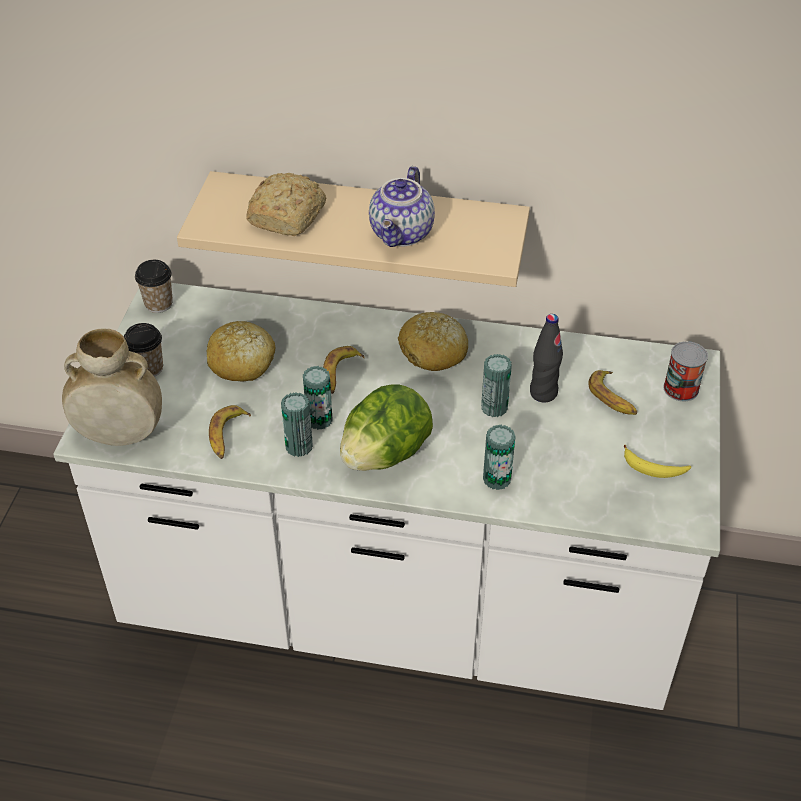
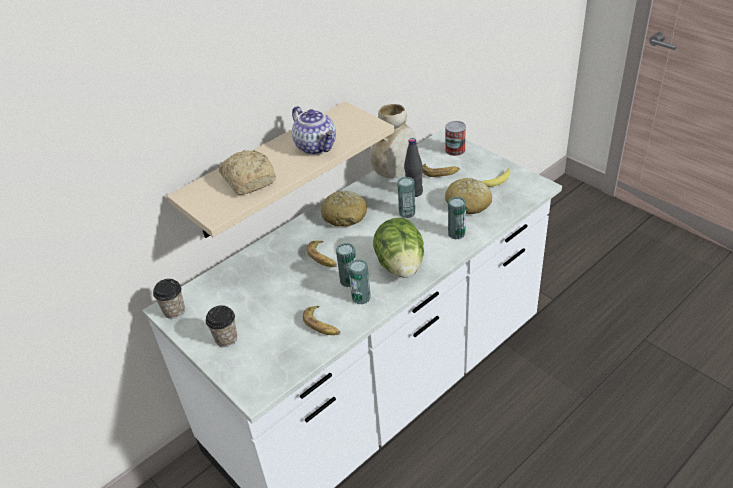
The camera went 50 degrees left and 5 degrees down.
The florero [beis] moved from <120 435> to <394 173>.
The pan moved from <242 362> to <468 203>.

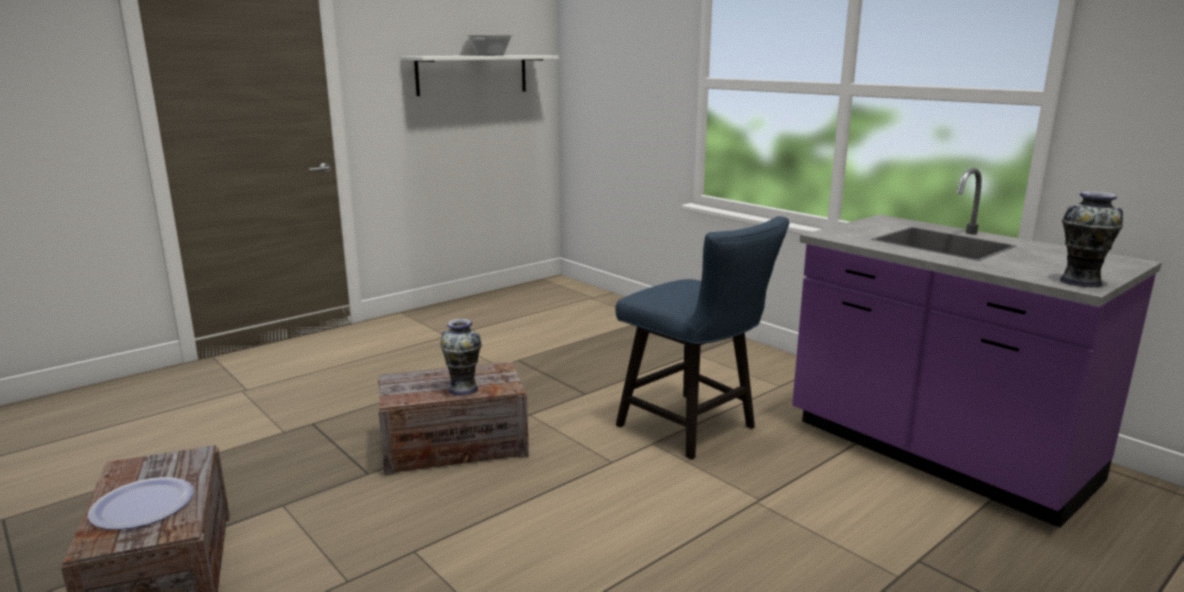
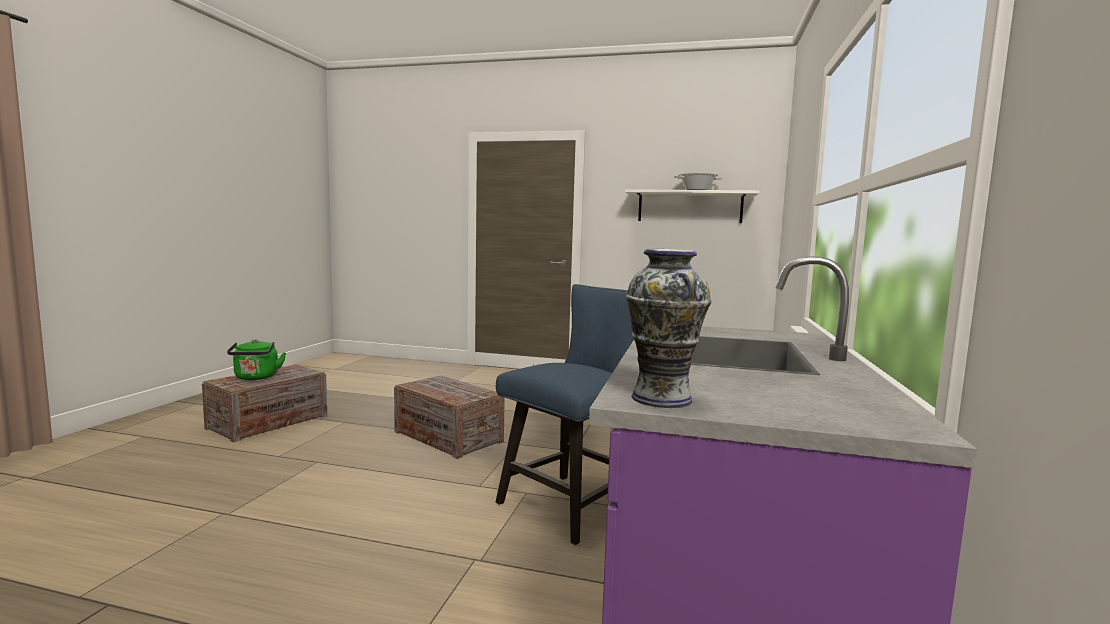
The camera went 55 degrees right and 10 degrees down.
The plato at <142 505> was replaced by the hervidor [verde] at <256 378>.
The florero at <463 389> disappeared.
The silla [azul] at <694 429> turned 150 degrees counterclockwise.

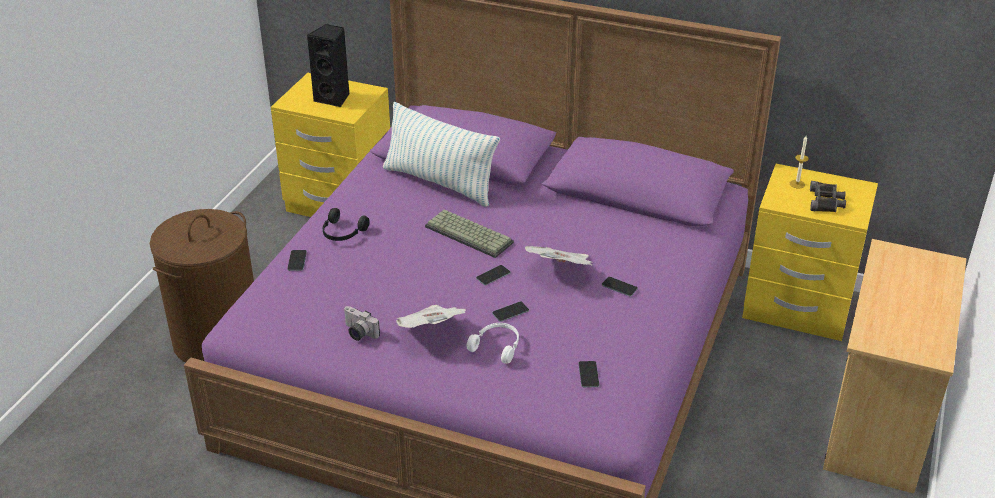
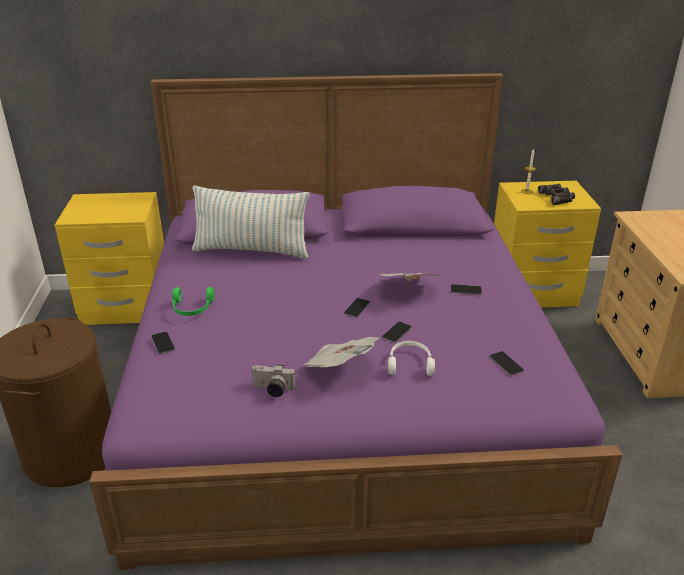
The camera went 25 degrees left and 5 degrees down.
The altavoz [negro] at <334 98> disappeared.
The auriculares [negro] at <342 233> became the auriculares [verde] at <192 308>.
The teclado at <470 234> disappeared.

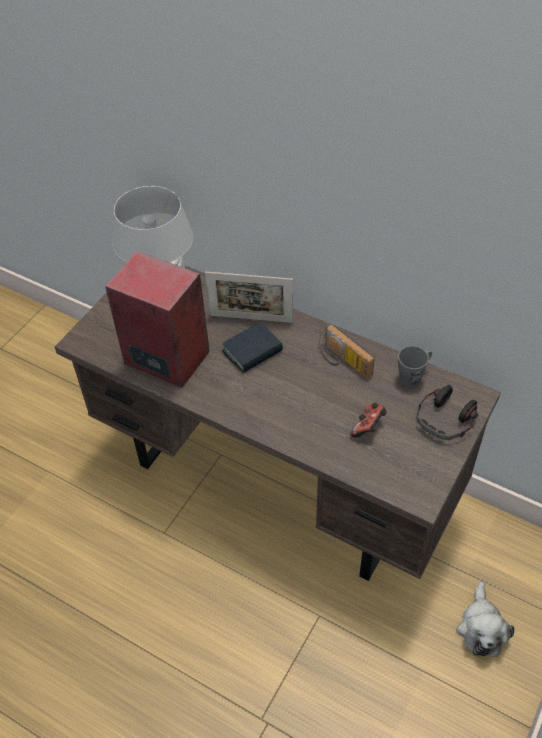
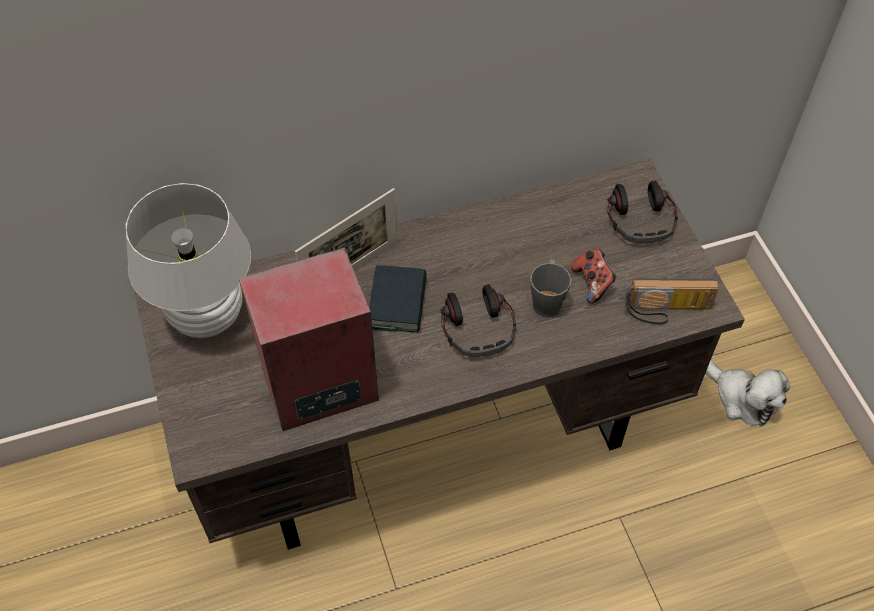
The camera went 50 degrees left and 5 degrees up.
The radio moved from <342 362> to <667 311>.
The taza grande [gris] moved from <413 376> to <547 300>.
The auriculares at <478 328> appeared.

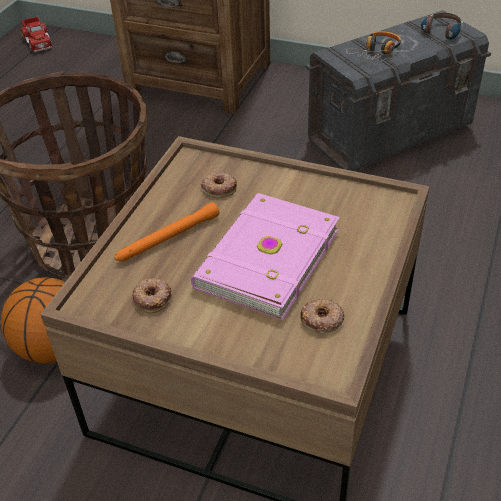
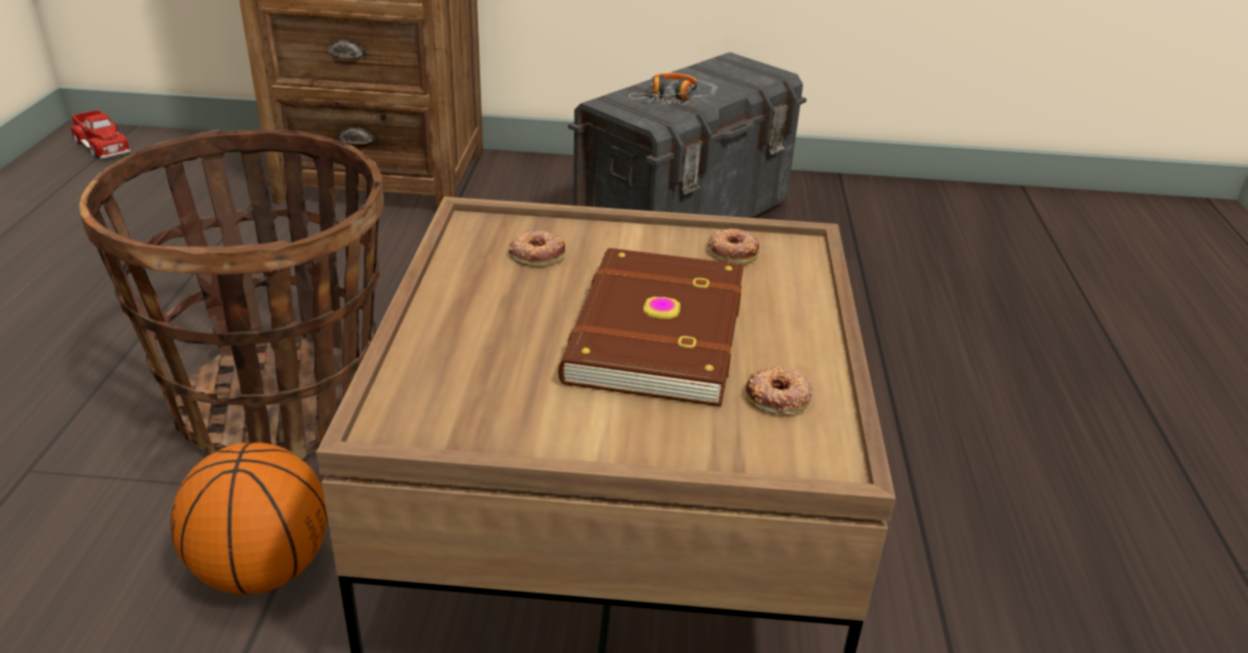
The camera went 20 degrees left and 10 degrees down.
The linterna [naranja] at <167 238> disappeared.
The rosquilla moved from <153 298> to <733 252>.
The libro [rosa] at <265 258> became the libro [marrón] at <652 332>.
The auriculares at <439 34> disappeared.

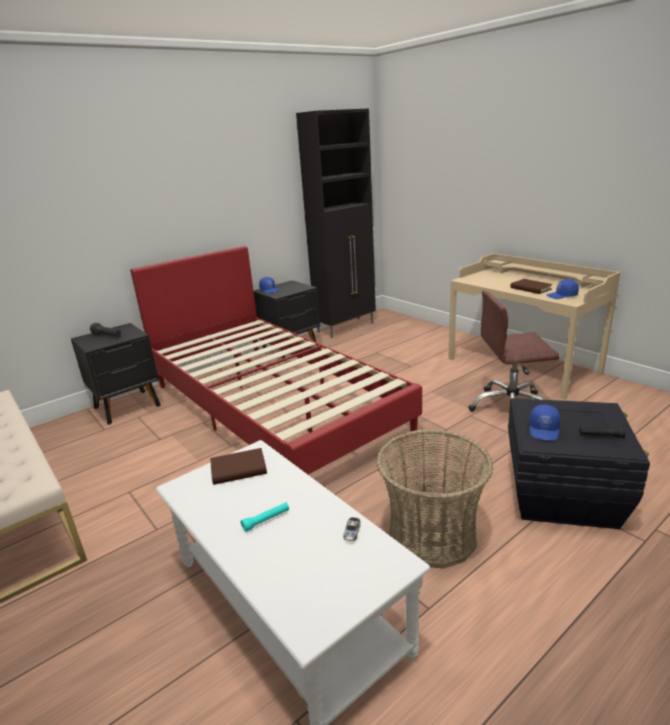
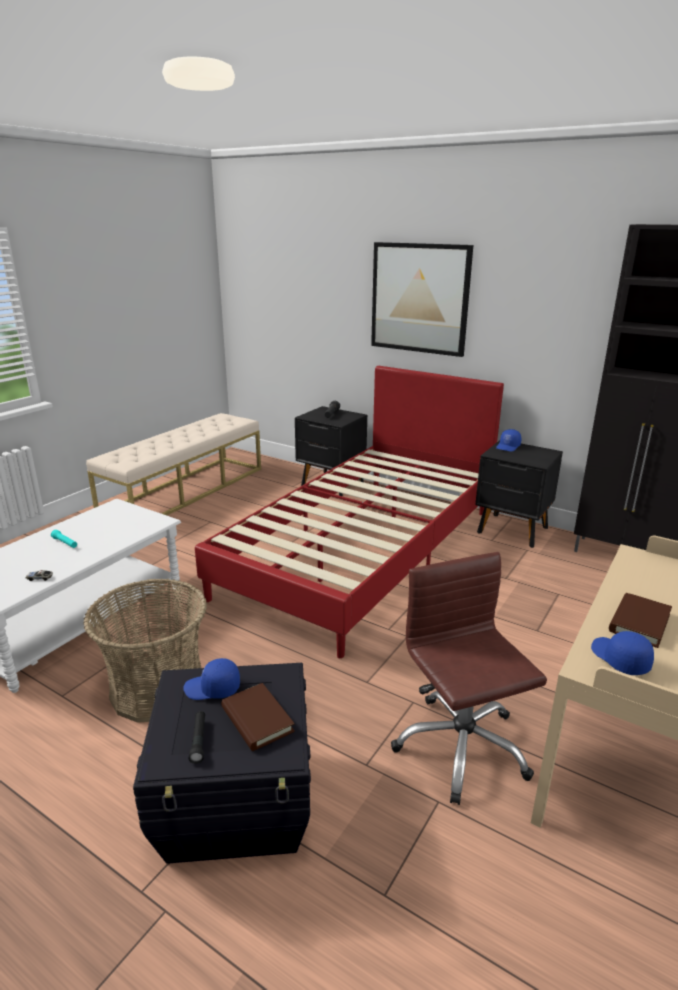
The camera went 70 degrees right and 0 degrees up.
The libro [marrón] moved from <238 469> to <257 719>.
The cuadro at <420 298> appeared.

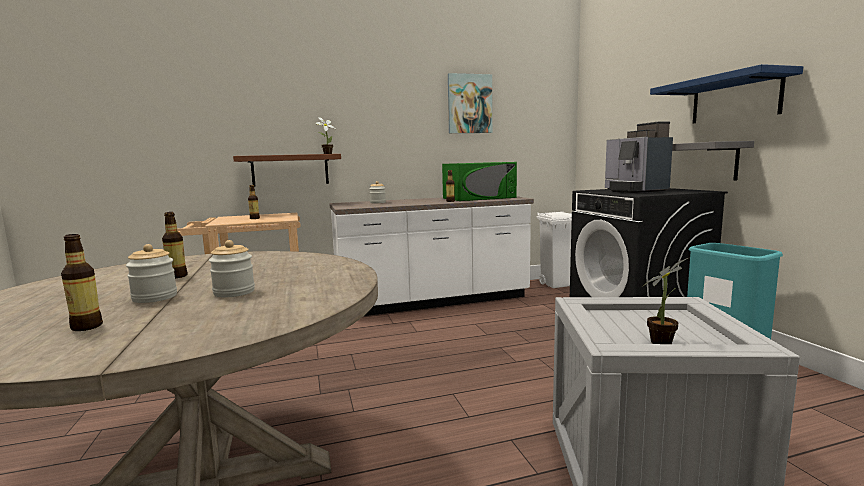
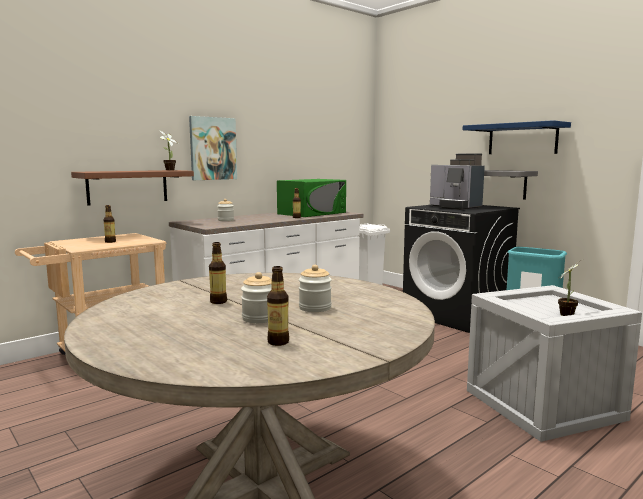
The camera went 25 degrees left and 0 degrees up.
The cuadro moved from <469 104> to <213 148>.

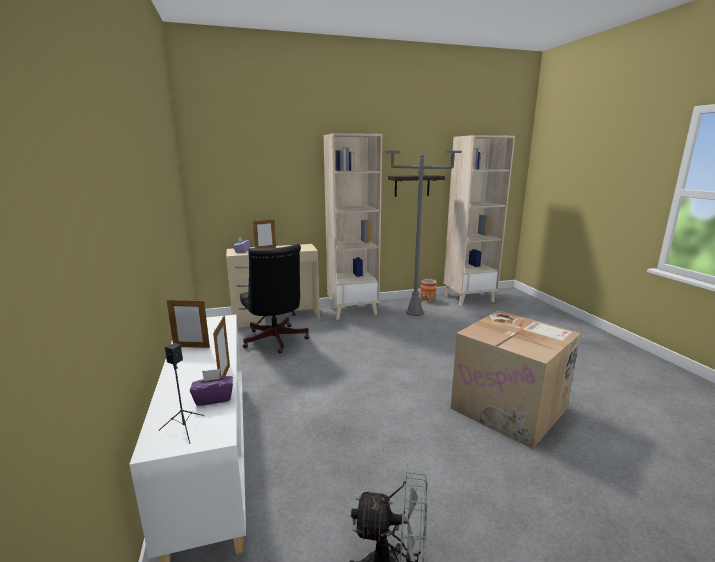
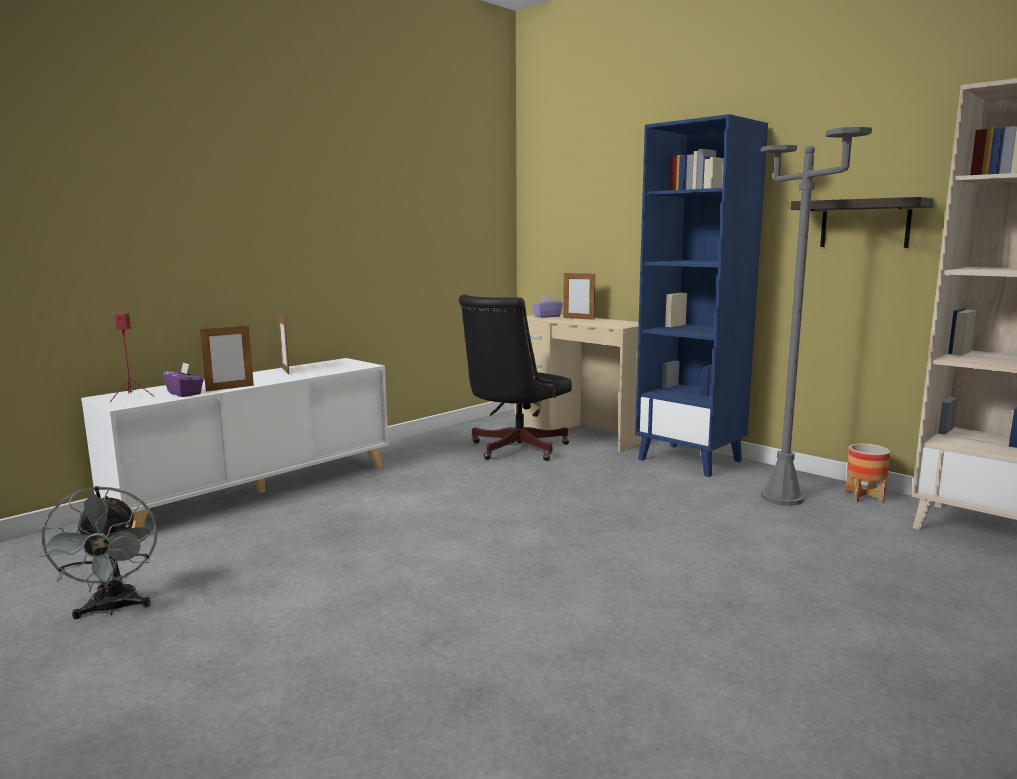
The camera went 60 degrees right and 5 degrees down.
The altavoz [negro] at <184 429> became the altavoz [rojo] at <131 397>.
The estantería [beis] at <352 311> became the estantería [azul] at <690 460>.
The caja de cartón at <510 408> disappeared.

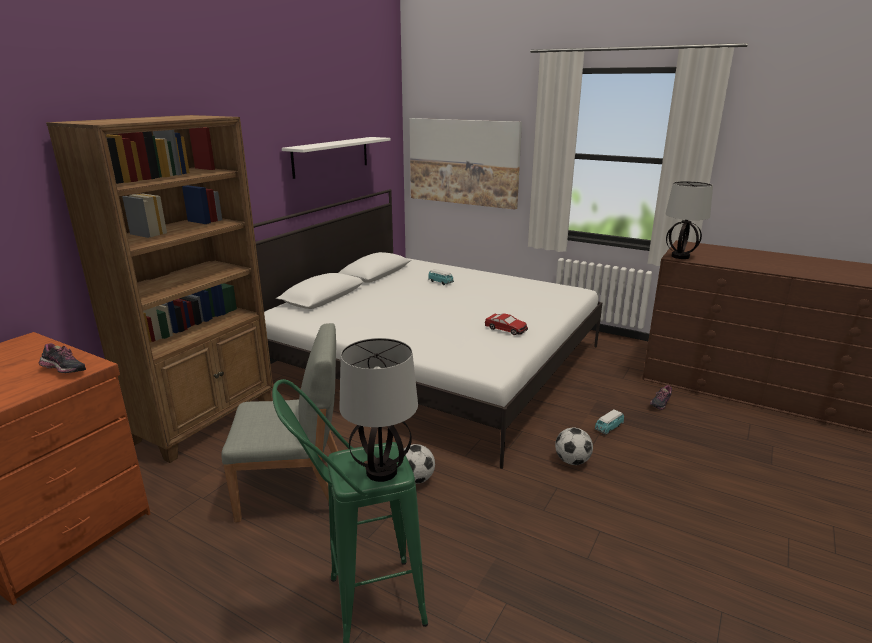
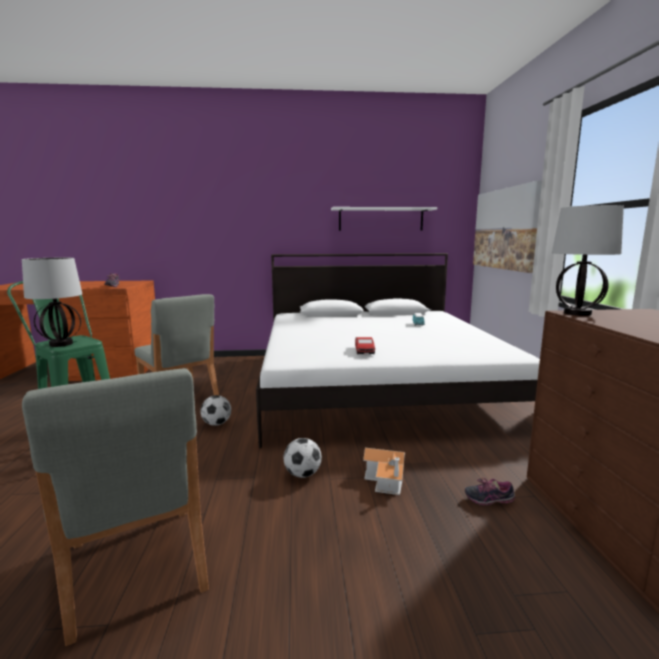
The camera went 55 degrees right and 10 degrees down.
The estantería [marrón] at <206 421> disappeared.
The coche de juguete at <608 428> was replaced by the casita at <386 480>.
The silla [gris] at <135 568> appeared.

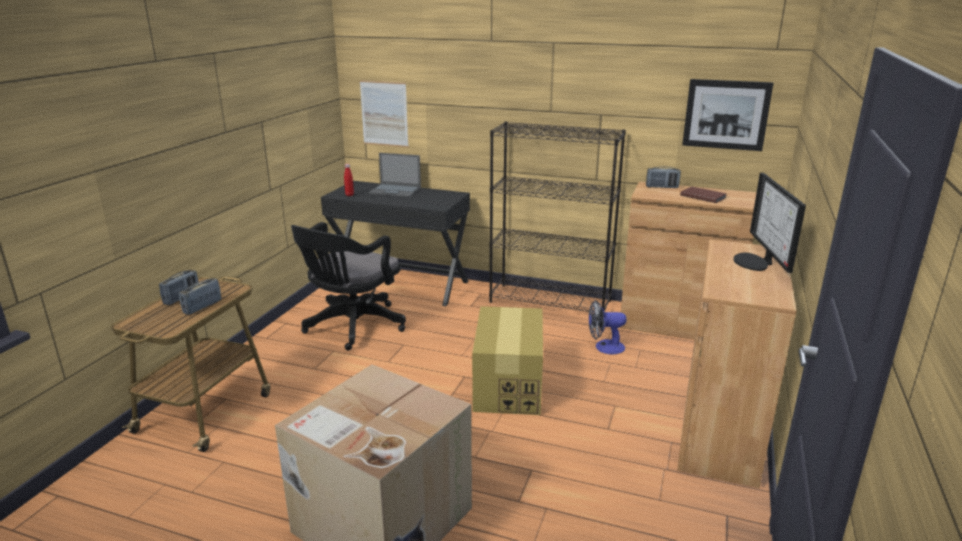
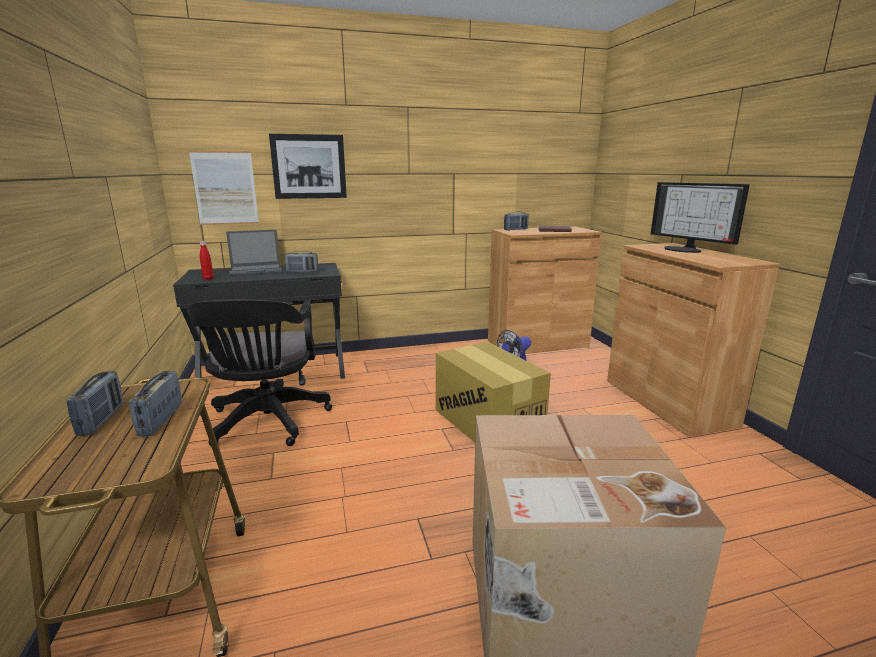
The camera went 35 degrees left and 5 degrees down.
The estantería [negro] at <551 301> disappeared.
The cuadro moved from <726 114> to <309 166>.
The radio at <302 271> appeared.

